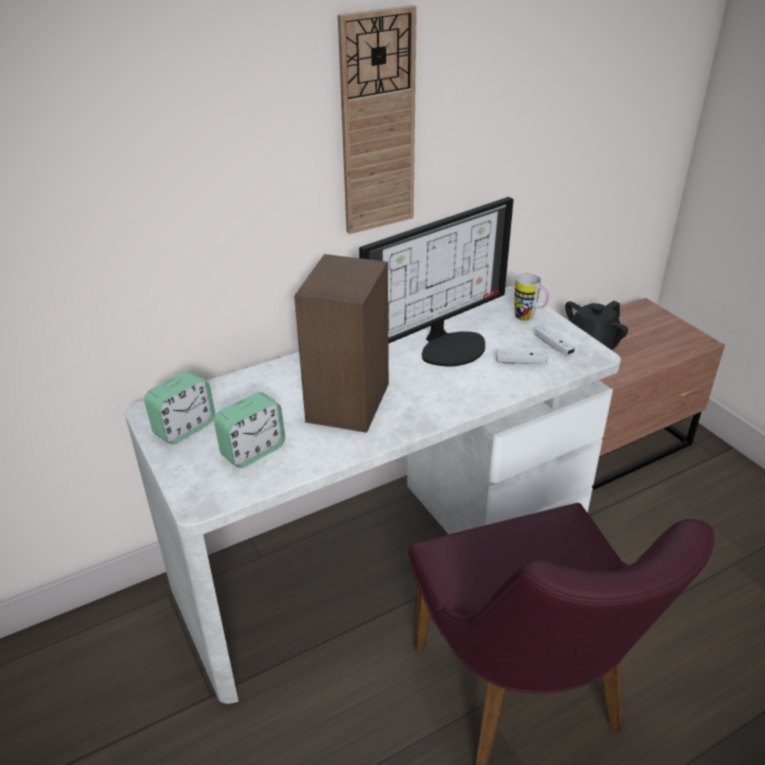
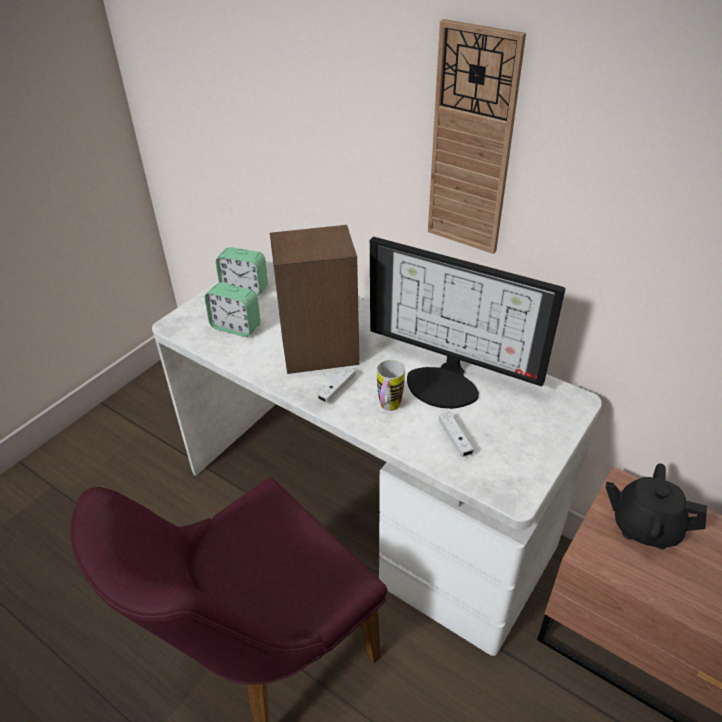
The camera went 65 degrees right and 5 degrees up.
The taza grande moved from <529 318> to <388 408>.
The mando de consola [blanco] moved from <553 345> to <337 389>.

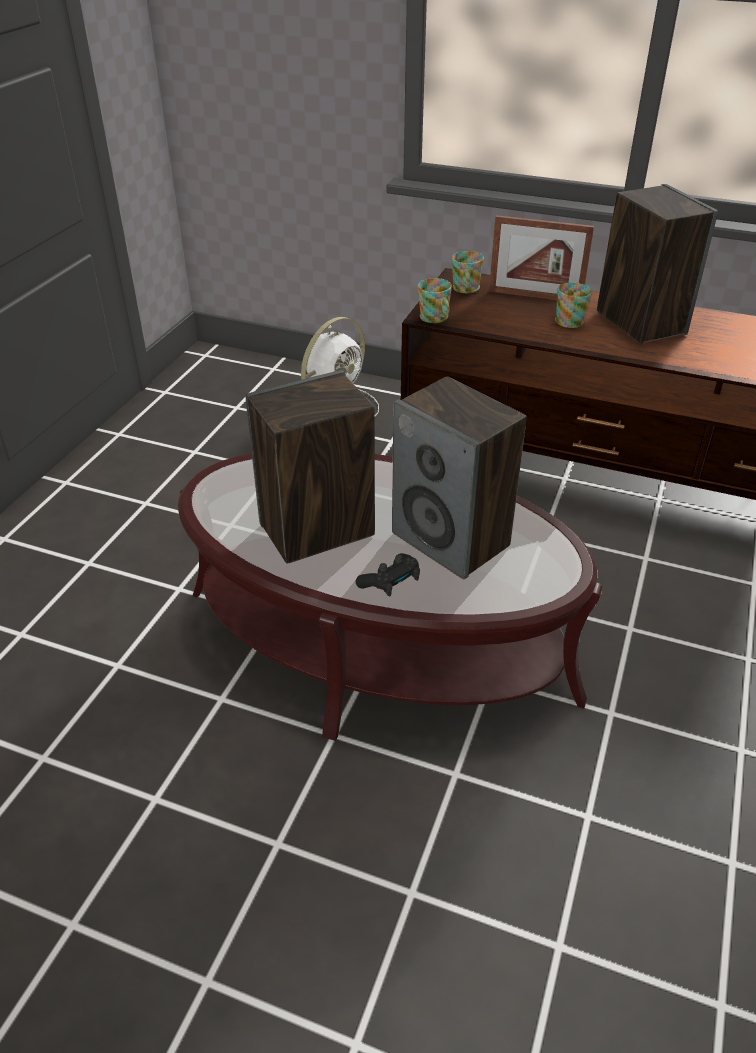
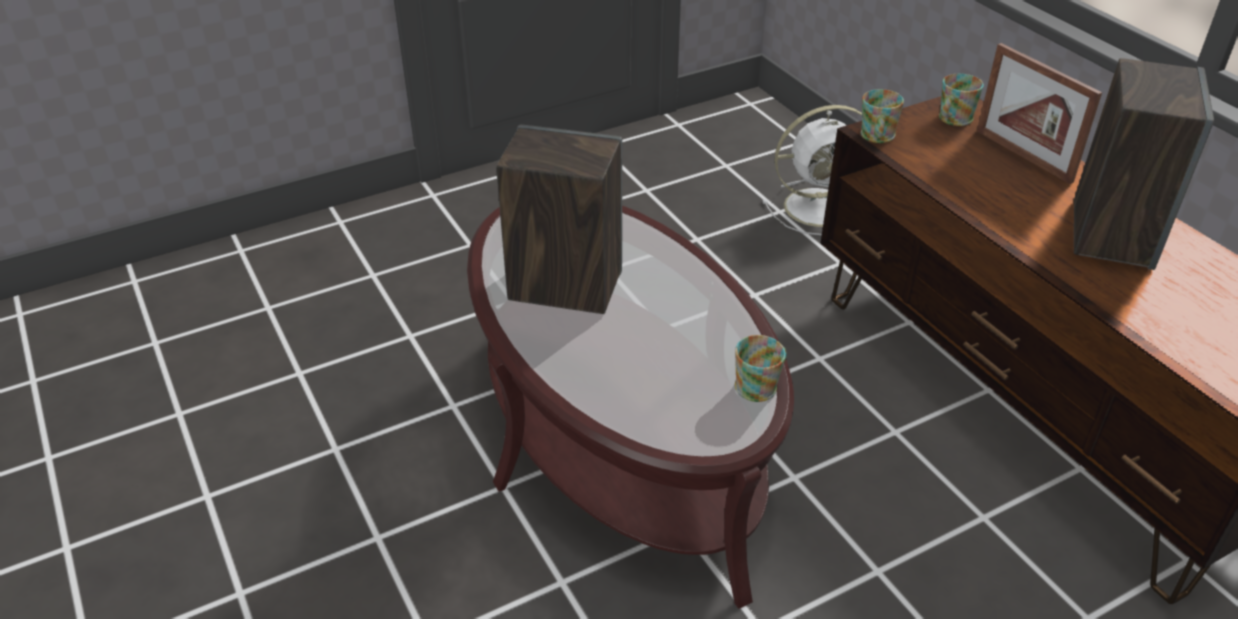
The camera went 40 degrees right and 0 degrees up.
The mando de consola [negro] at <390 583> disappeared.
The altavoz at <452 540> disappeared.
The taza grande moved from <570 319> to <761 385>.

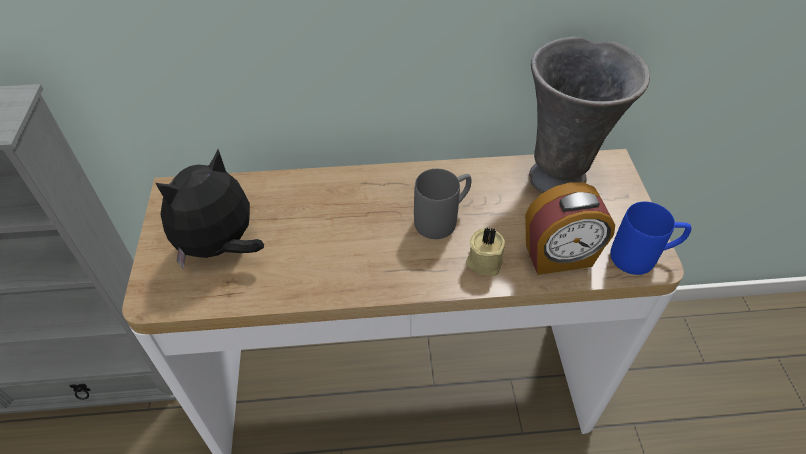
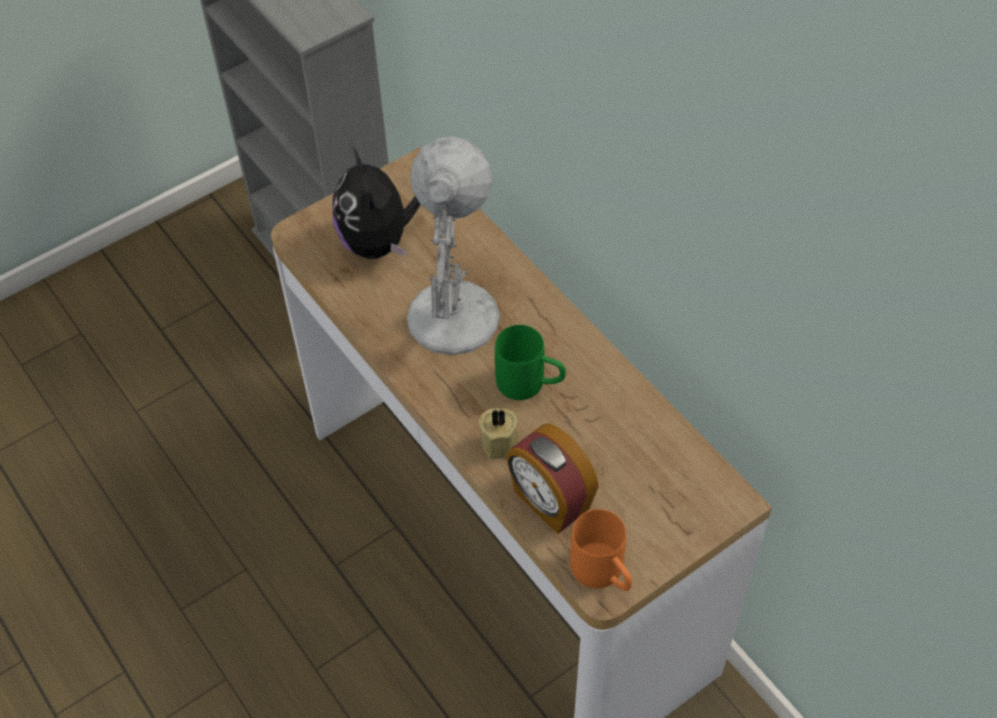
The camera went 60 degrees right and 5 degrees up.
The peluche at <220 247> turned 120 degrees counterclockwise.
The taza grande [gris] at <443 219> became the taza grande [verde] at <530 385>.
The florero [gris] at <559 179> disappeared.
The taza grande [azul] at <643 257> became the taza grande [naranja] at <603 575>.
The lámpara de mesa [blanco] at <453 312> appeared.

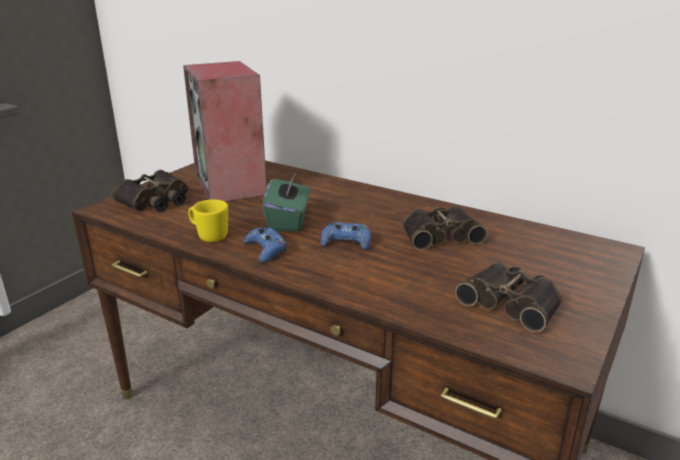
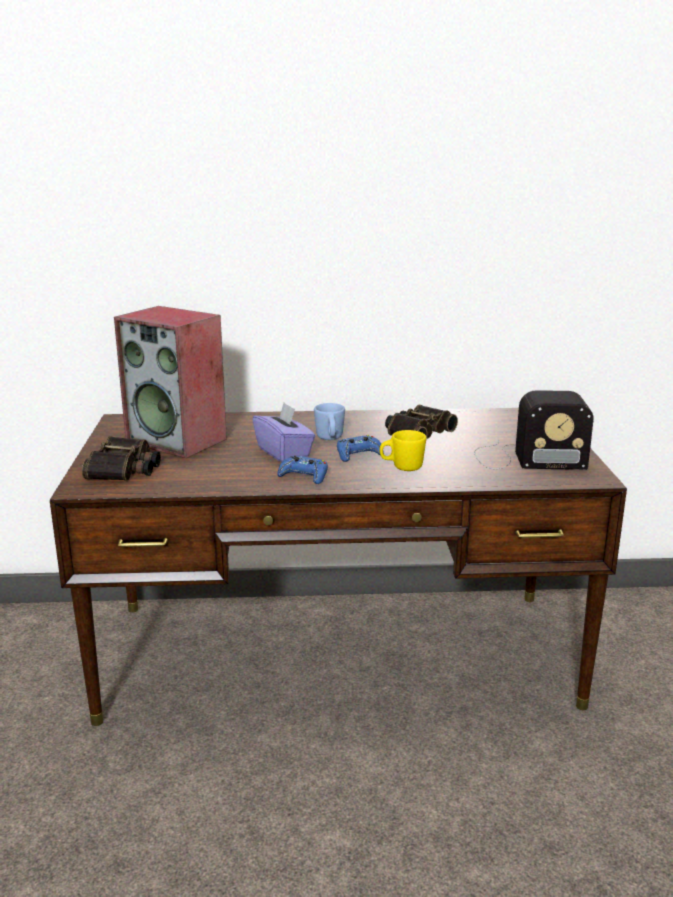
The camera went 35 degrees left and 5 degrees down.
The taza grande [amarillo] moved from <208 236> to <402 467>.
The caja de pañuelos [verde] at <288 221> became the caja de pañuelos [morado] at <284 452>.
The prismáticos at <512 303> was replaced by the radio at <525 458>.
The taza grande [azul] at <330 439> appeared.

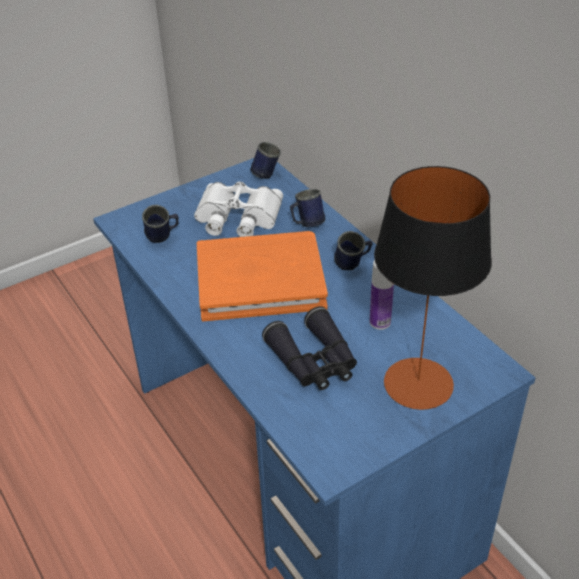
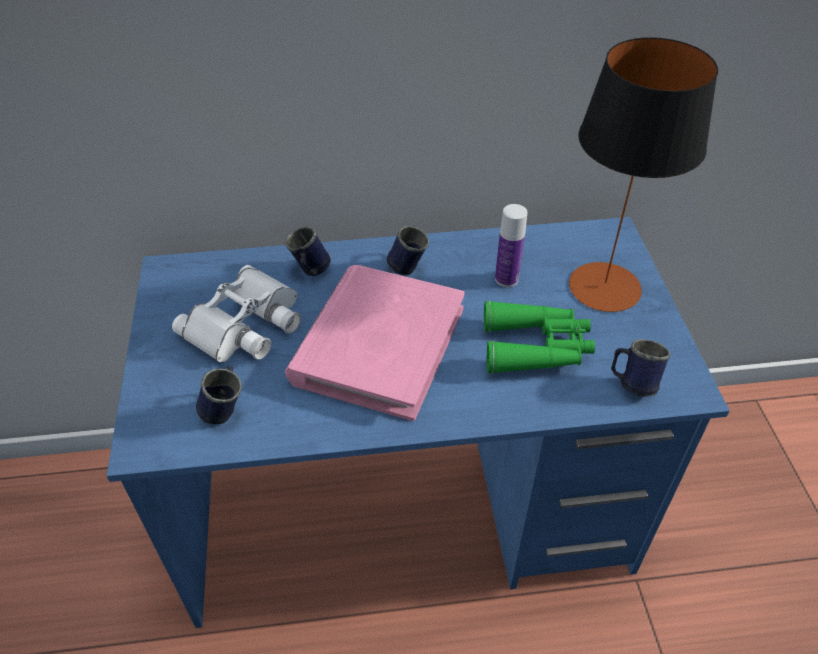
The camera went 65 degrees left and 5 degrees up.
The libro [naranja] at <260 280> became the libro [rosa] at <378 344>.
The taza grande [azul] moved from <265 172> to <632 383>.
The prismáticos [negro] at <314 361> became the prismáticos [verde] at <536 347>.

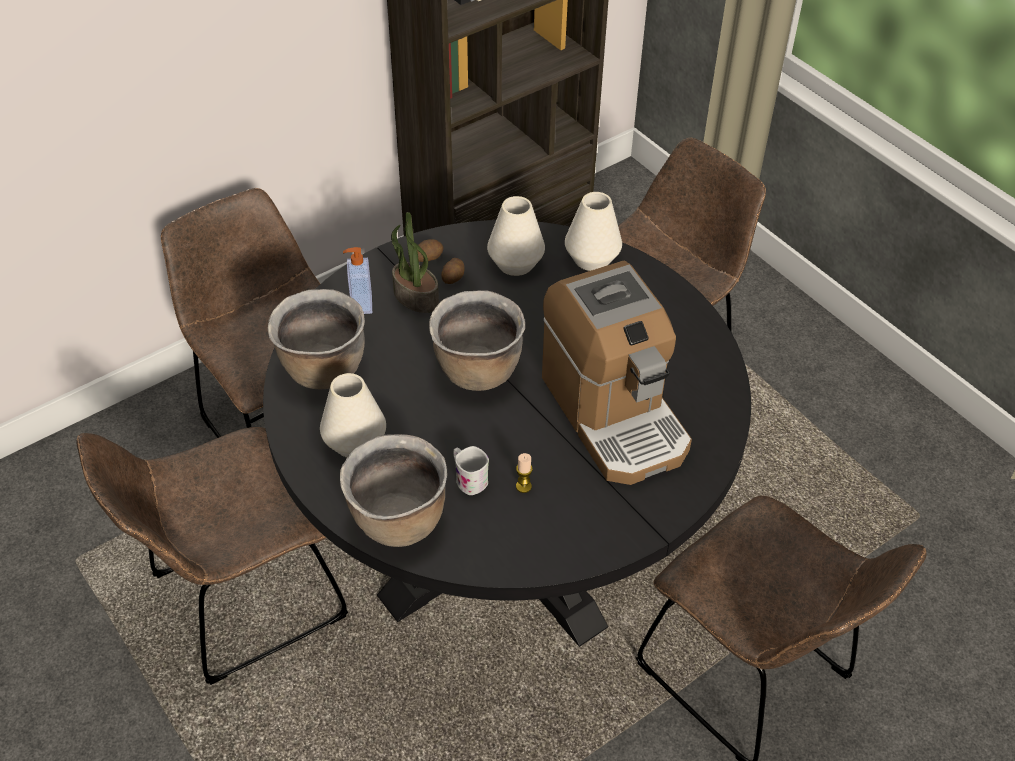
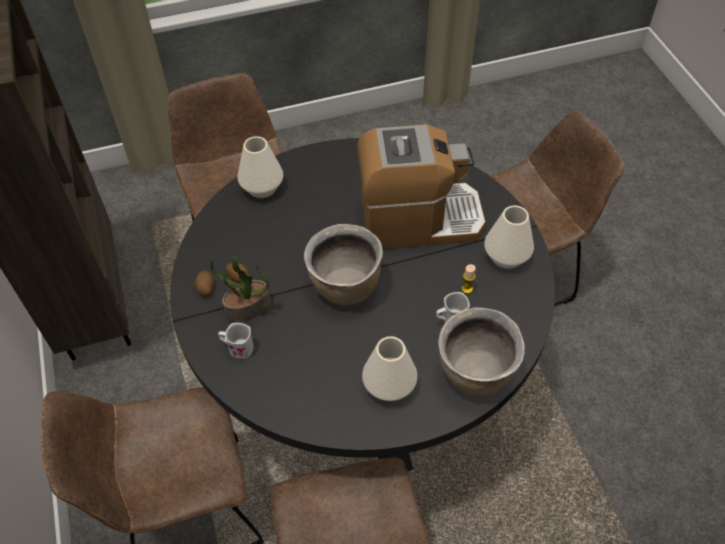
The camera went 70 degrees left and 5 degrees up.
The olla [marrón] at <323 368> disappeared.
The dispensador de jabón at <360 304> was replaced by the taza grande [blanco] at <237 348>.
The florero [blanco] moved from <515 263> to <506 256>.

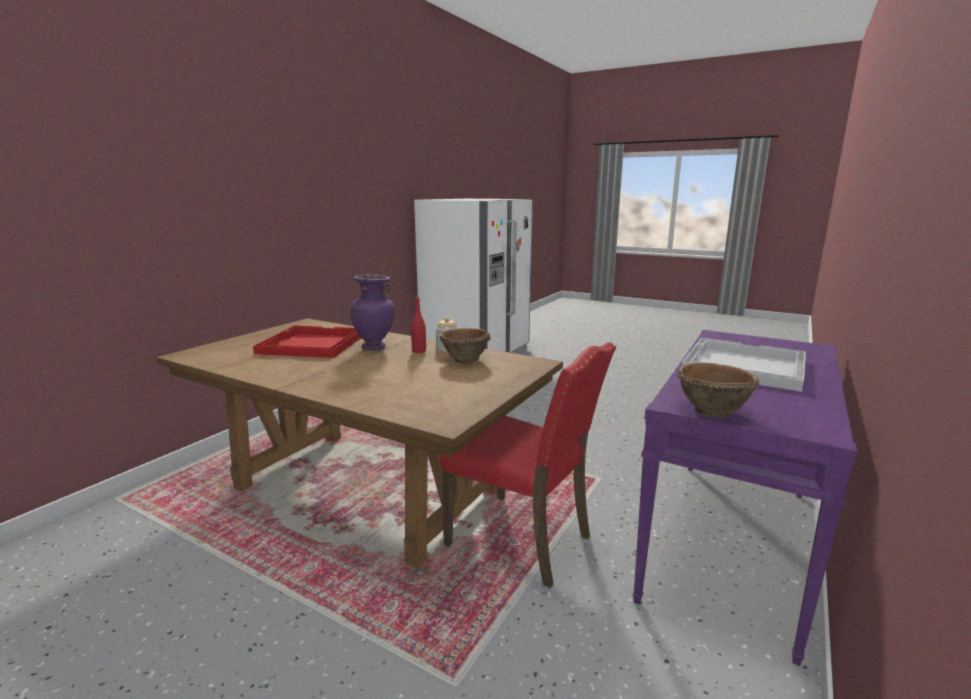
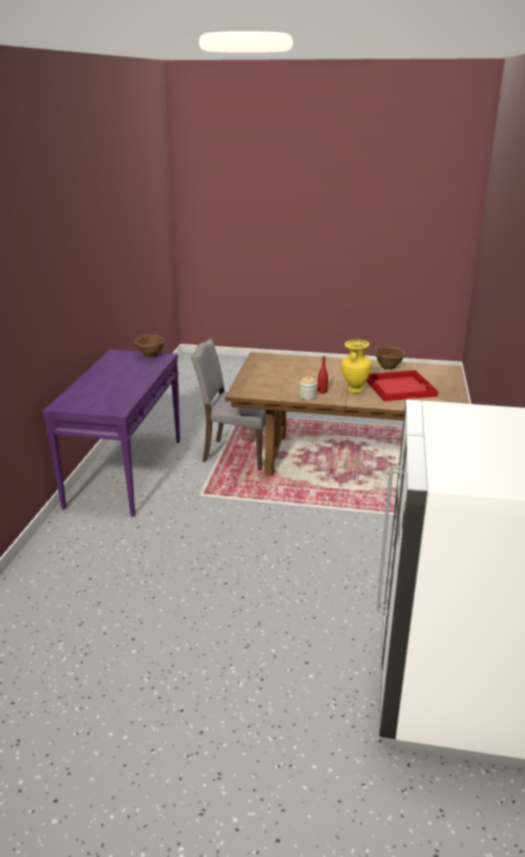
The camera went 160 degrees right and 10 degrees up.
The florero [morado] at <374 347> became the florero [amarillo] at <354 390>.
The cuenco [marrón] moved from <464 360> to <389 367>.
The silla [rojo] at <523 540> became the silla [gris] at <236 453>.
The bandeja [blanco] at <743 366> disappeared.

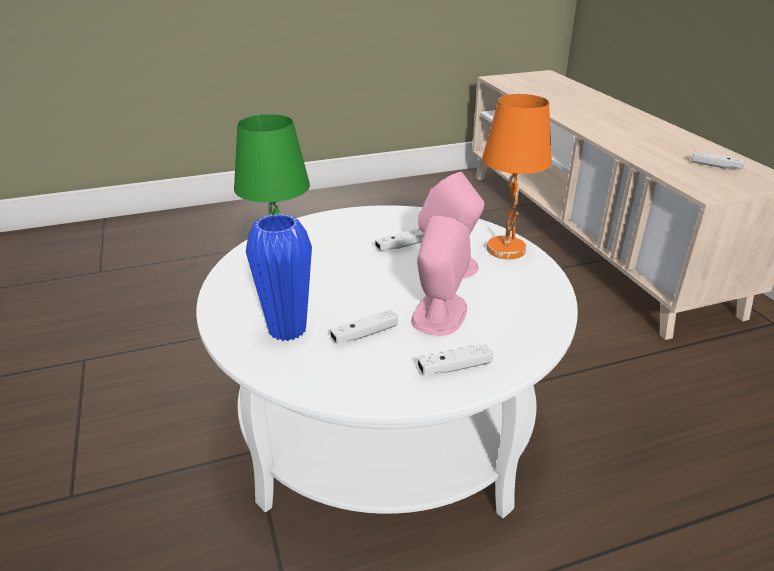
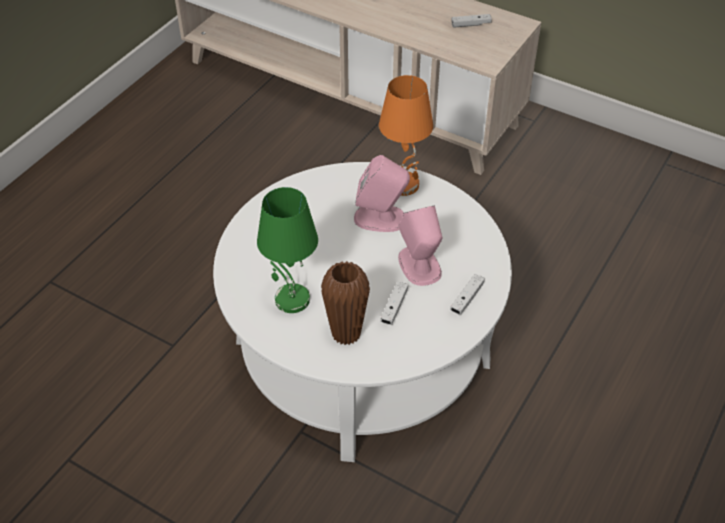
The camera went 40 degrees left and 15 degrees up.
The florero [azul] at <287 330> became the florero [marrón] at <346 334>.
The mando de consola [blanco] at <402 245> disappeared.

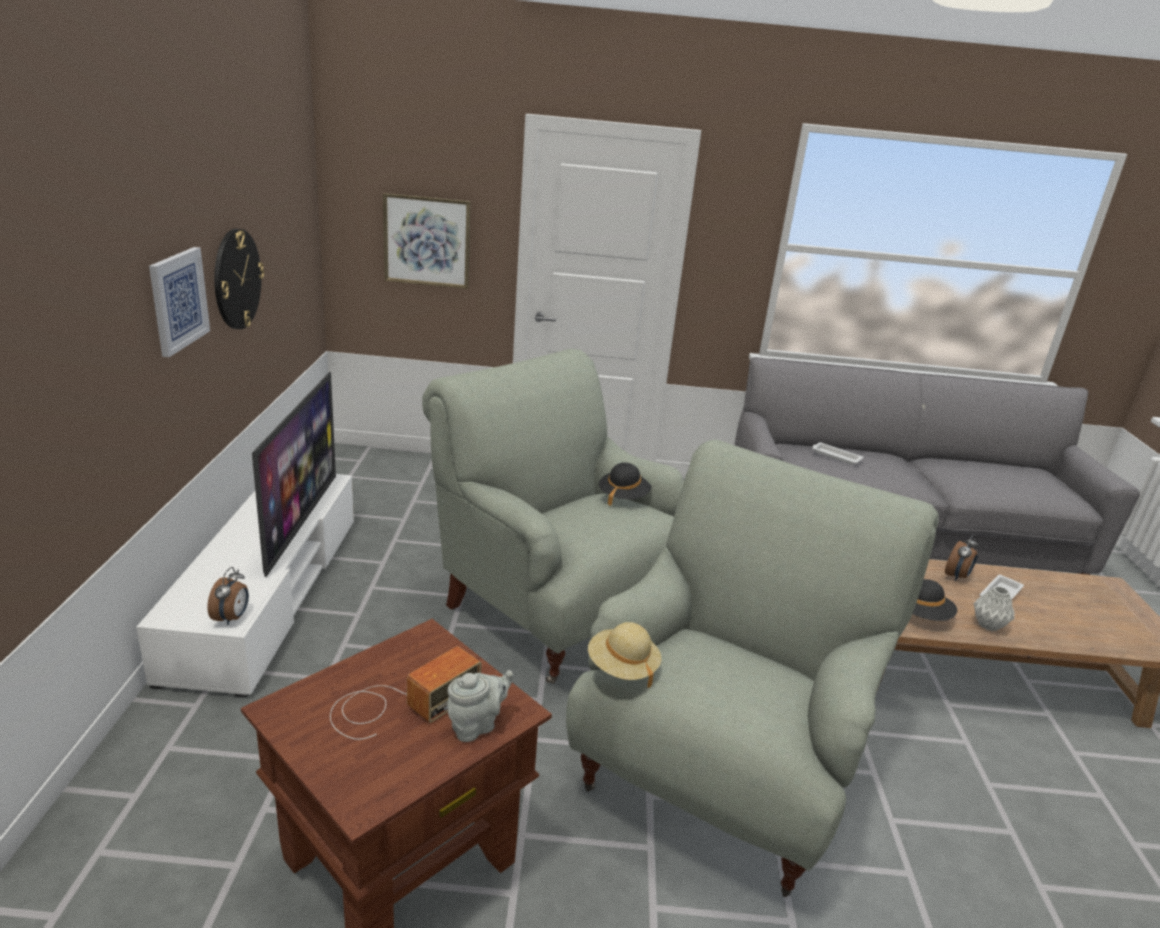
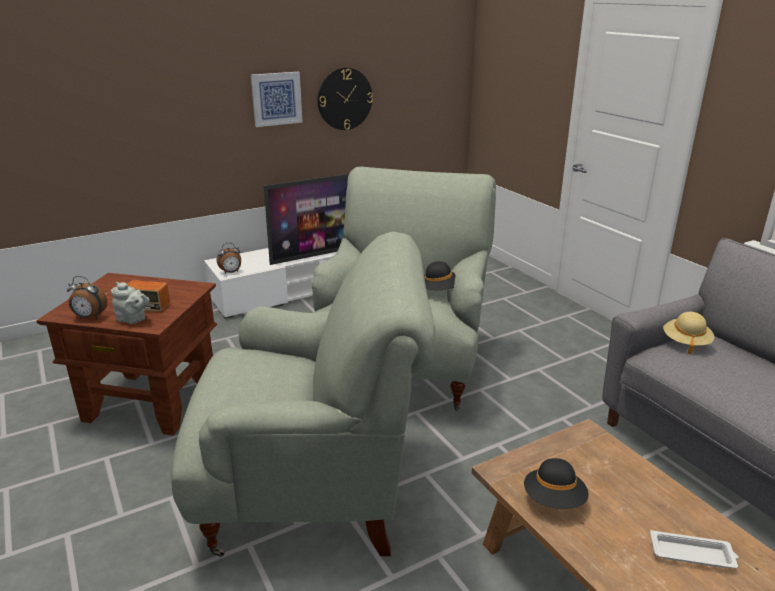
The camera went 60 degrees right and 0 degrees up.
The cuadro at <427 241> disappeared.
The sombrero [beis] moved from <622 667> to <685 342>.
The bandeja [blanco] at <835 456> disappeared.
The despertador moved from <957 576> to <89 317>.
The florero [gris] at <988 625> disappeared.

